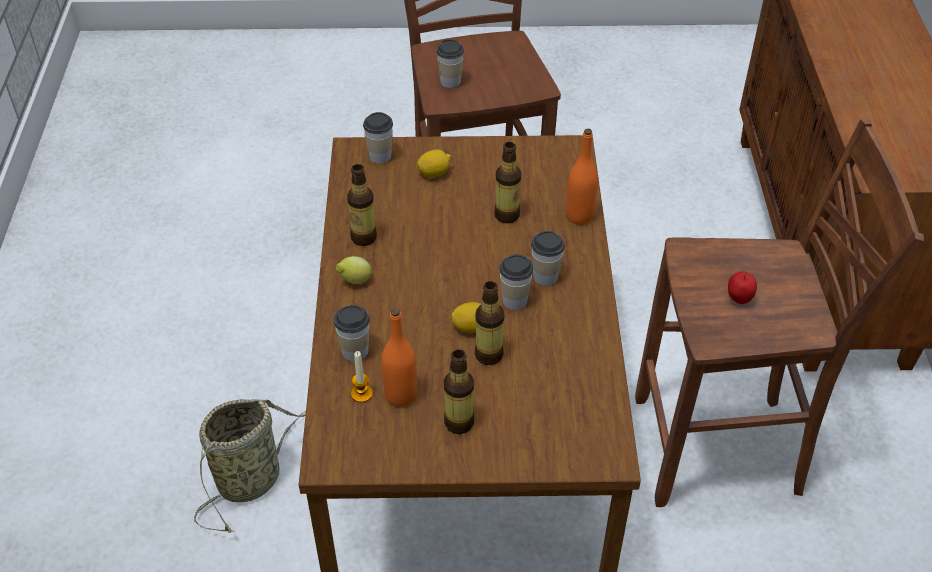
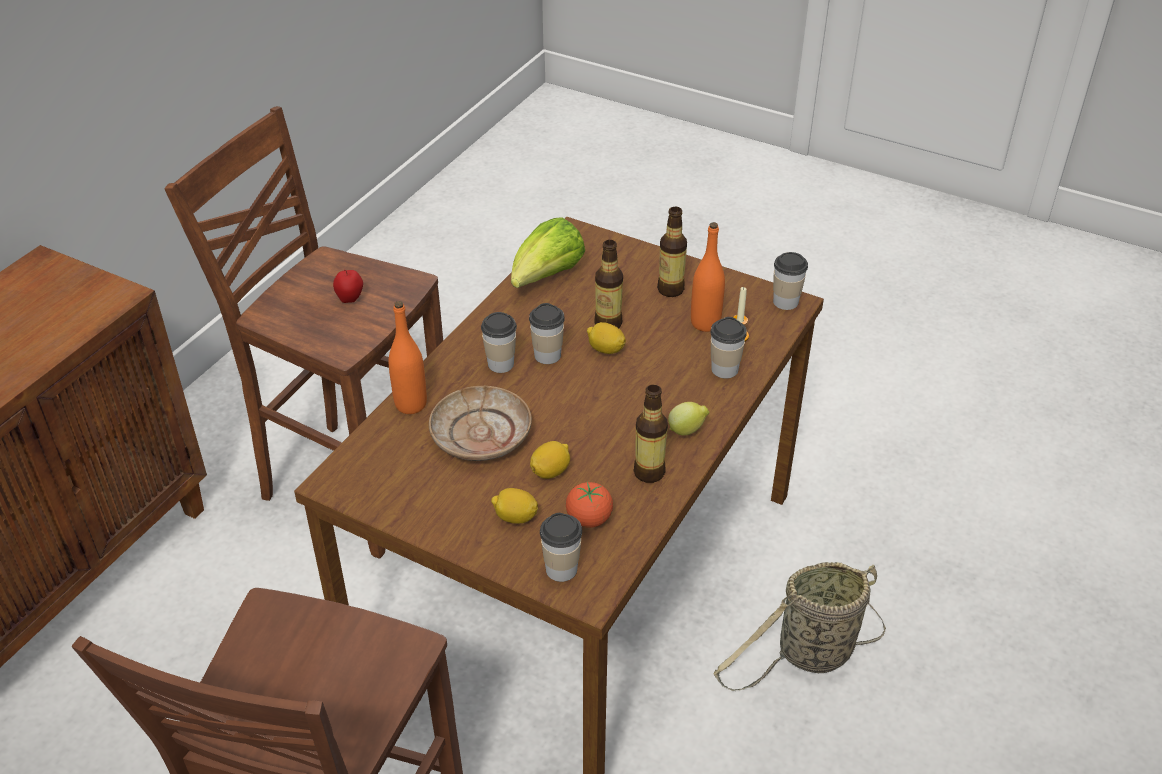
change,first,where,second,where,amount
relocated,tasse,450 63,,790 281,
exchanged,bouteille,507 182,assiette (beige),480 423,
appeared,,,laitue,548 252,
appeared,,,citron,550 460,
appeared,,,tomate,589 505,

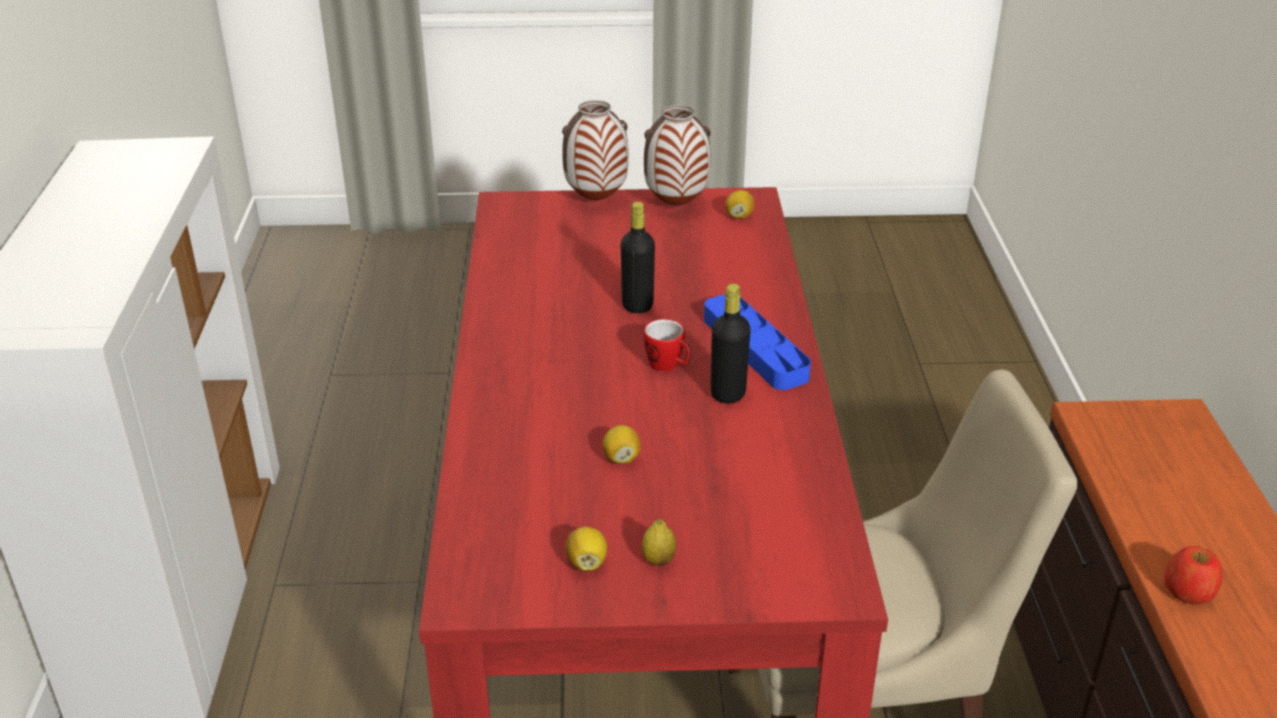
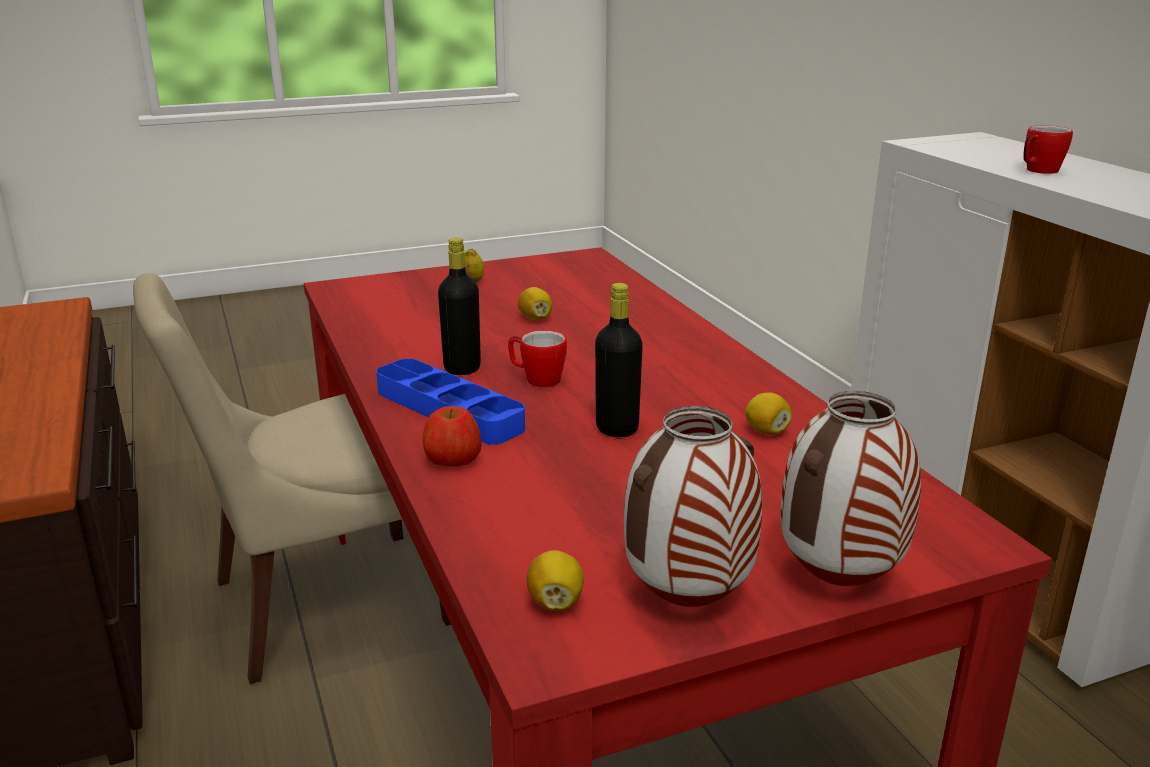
change,first,where,second,where,amount
relocated,citron,586 549,,768 414,
relocated,pomme,1193 575,,451 436,
appeared,,,mug,1048 149,

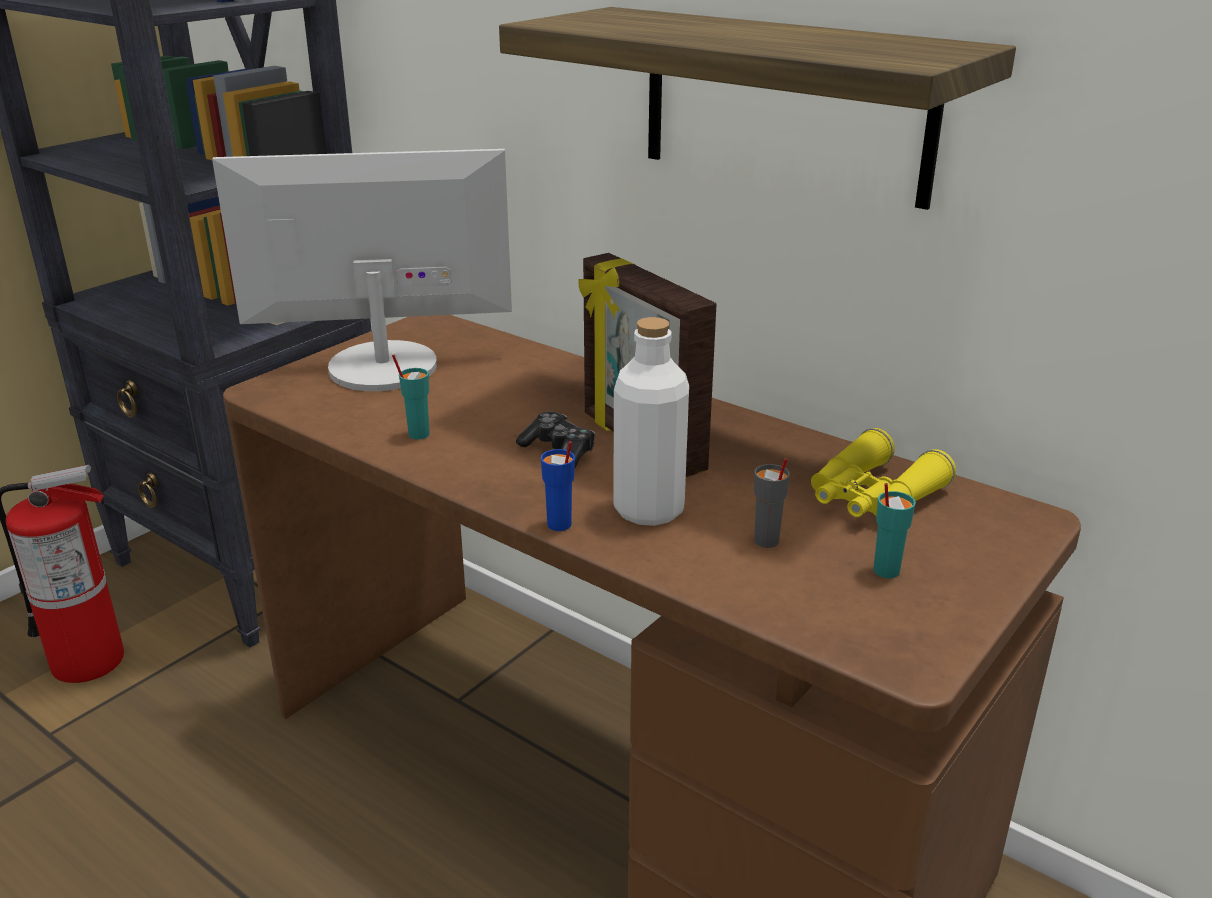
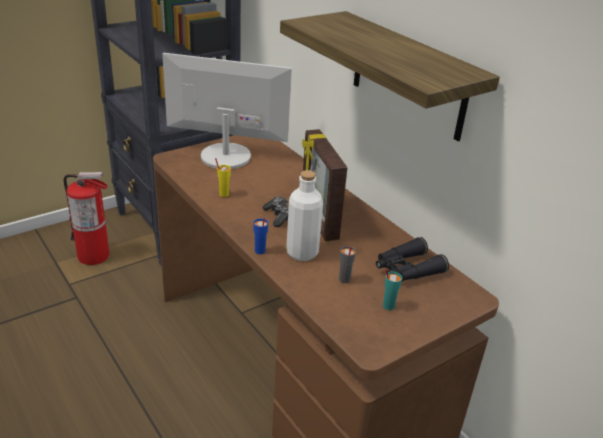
change,first,where,second,where,amount
colour,tasse (turquoise),411 397,tasse (jaune),223 177,
colour,jumelles (jaune),883 472,jumelles (noir),412 259,

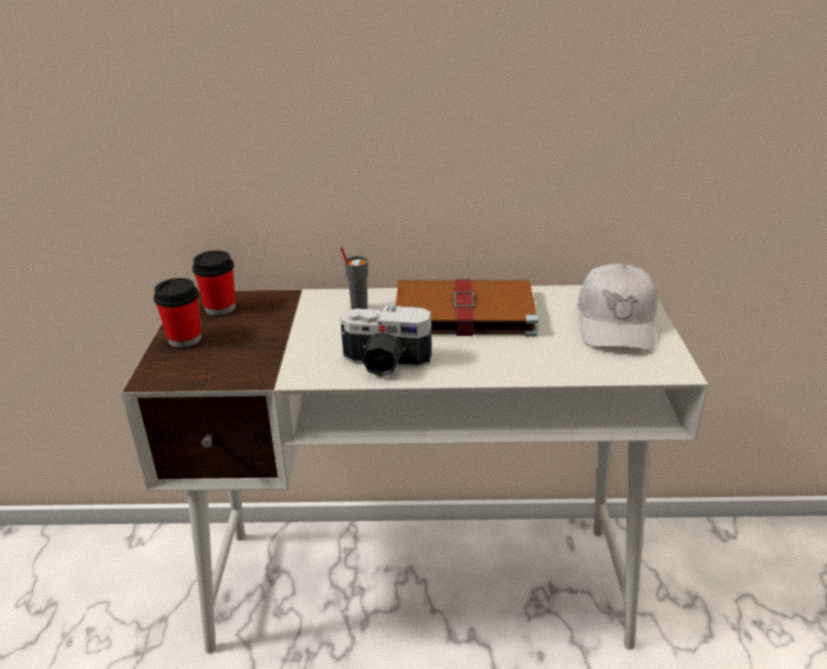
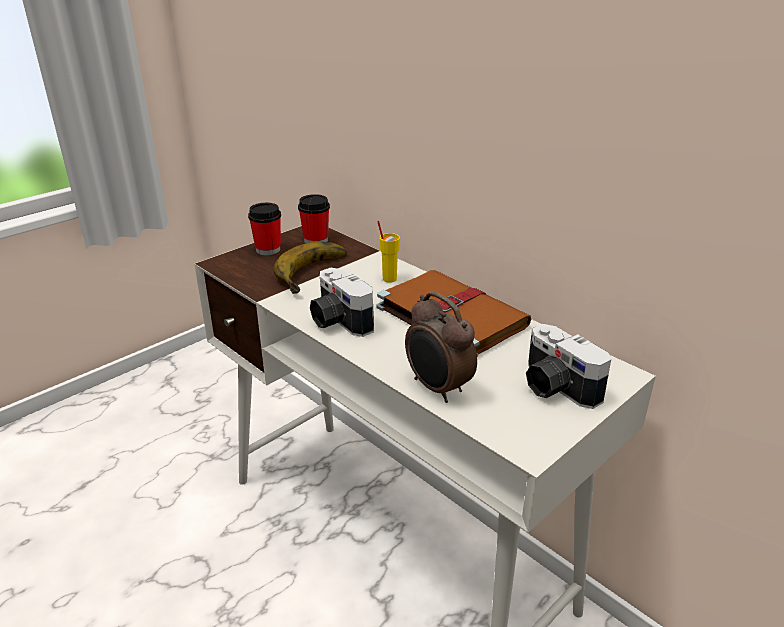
change,first,where,second,where,amount
colour,tasse (gris),354 278,tasse (jaune),388 252,
exchanged,casquette (blanc),617 307,appareil photo,568 366,
appeared,,,banane,310 268,
appeared,,,réveil,441 347,

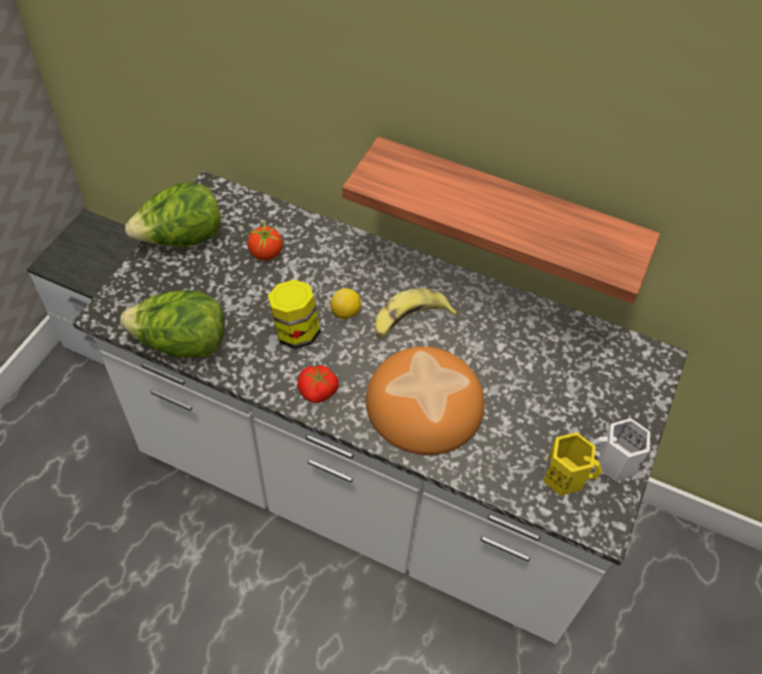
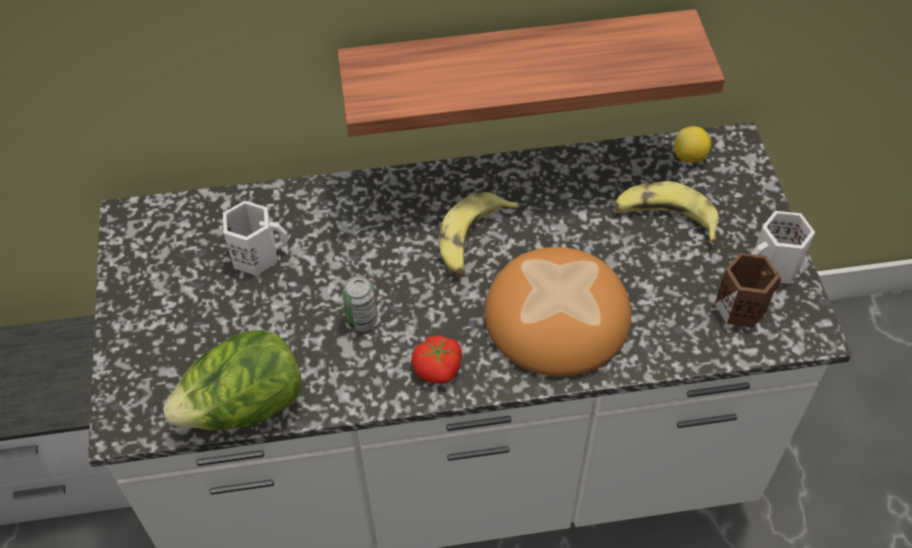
change,first,where,second,where,amount
missing,laitue,173 214,,,
exchanged,tomate,264 240,mug (blanc),255 238,
exchanged,bocal,294 314,boîte métallique,360 303,
relocated,citron,345 304,,692 144,
colour,mug (jaune),572 463,mug (marron),748 290,
appeared,,,banane,667 211,

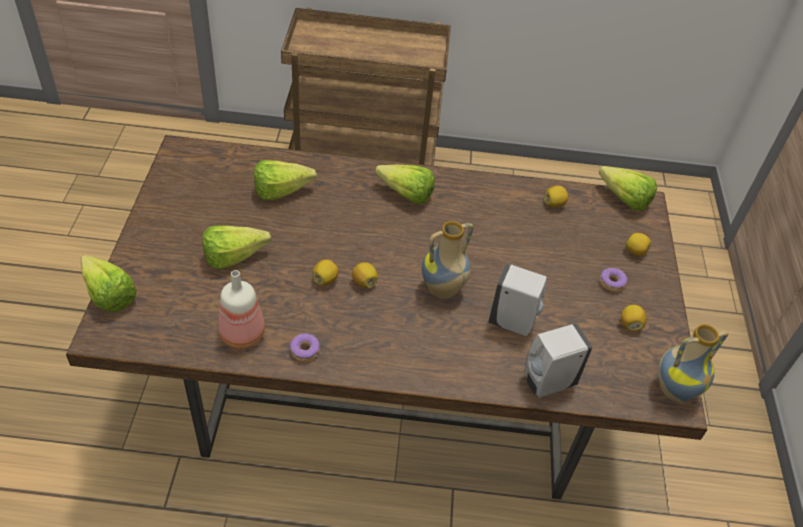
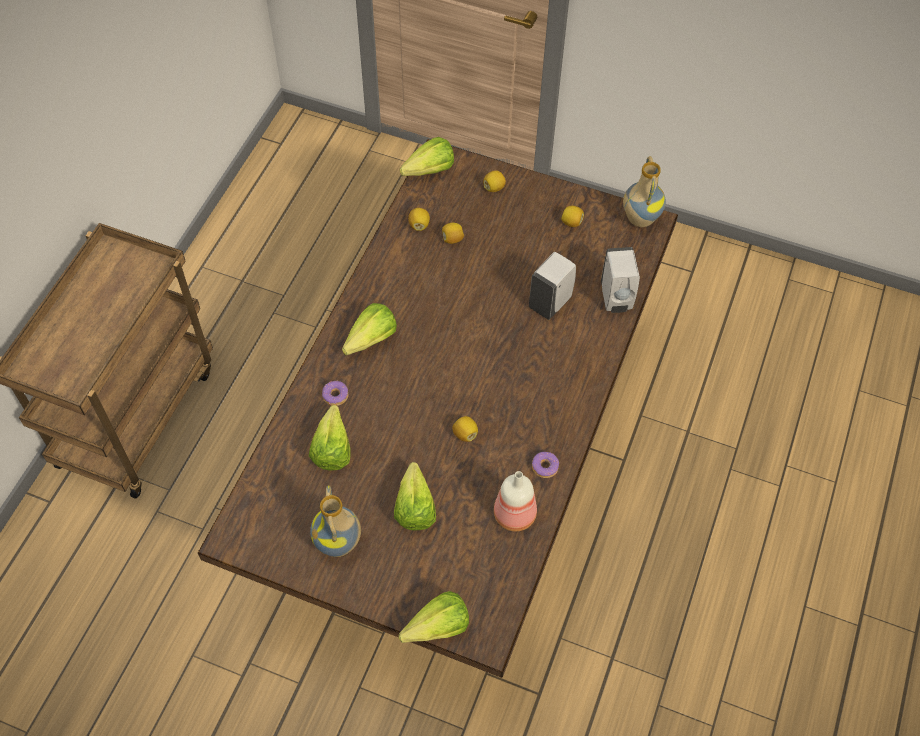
change,first,where,second,where,amount
relocated,vase,447 259,,335 521,
relocated,citron,365 275,,453 233,
relocated,beignet,614 280,,335 393,

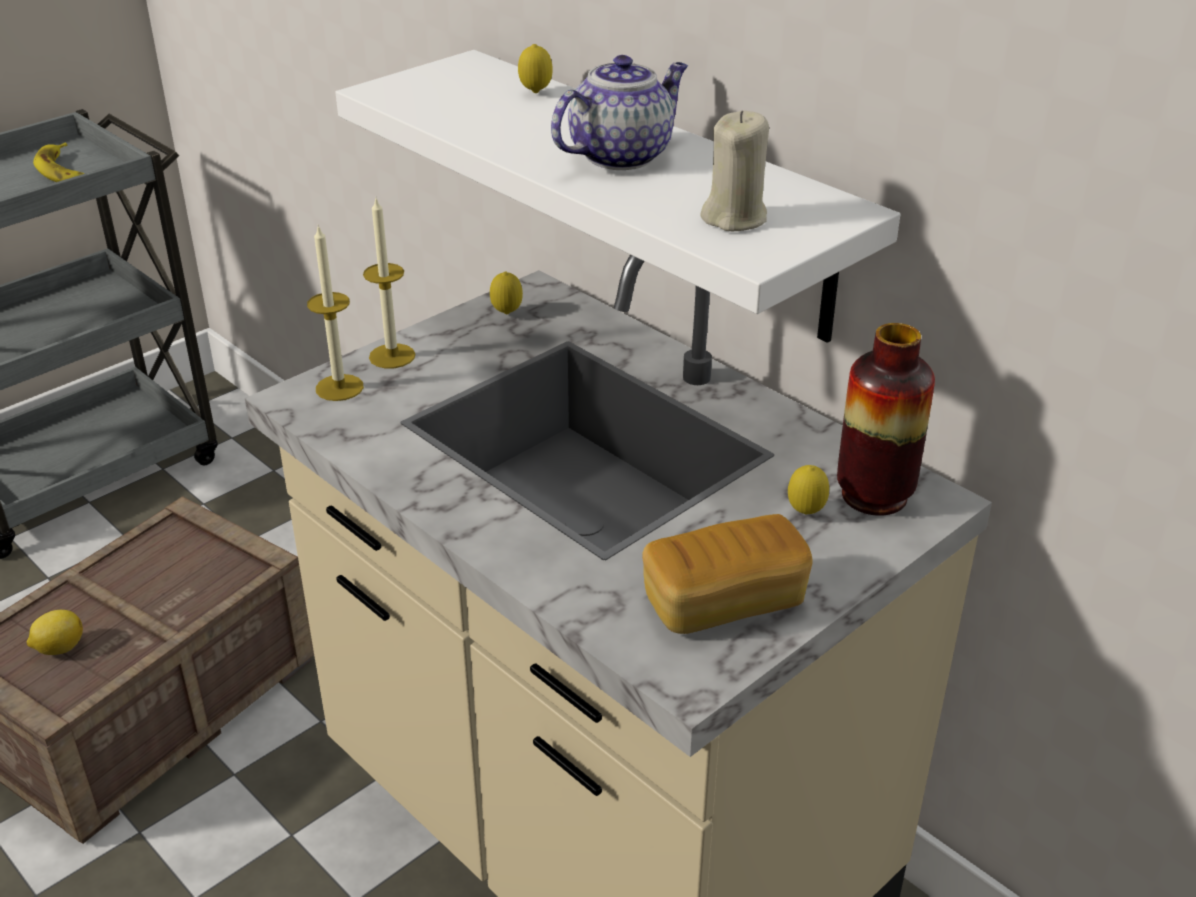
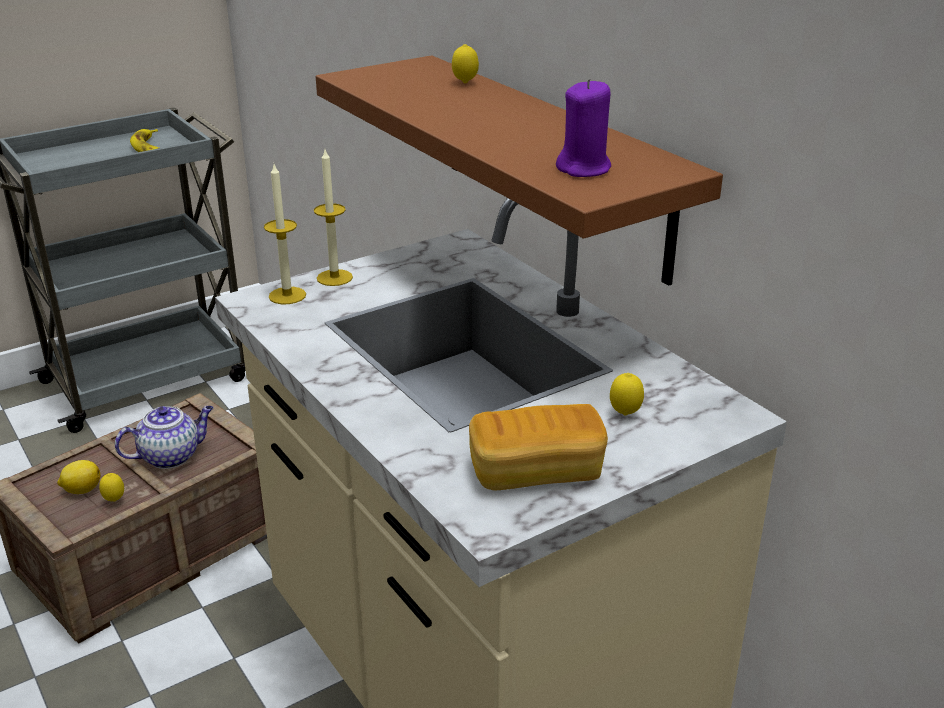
change,first,where,second,where,amount
colour,étagère (blanc),618 196,étagère (marron),519 170,
relocated,théière,619 112,,164 437,
colour,bougie (beige),734 171,bougie (violet),583 128,
relocated,citron,506 293,,111 487,
missing,vase,886 419,,,

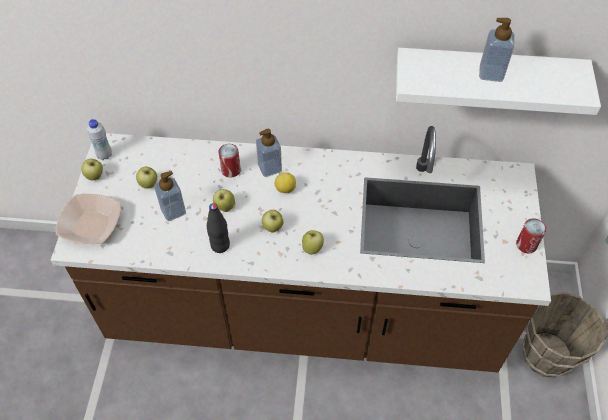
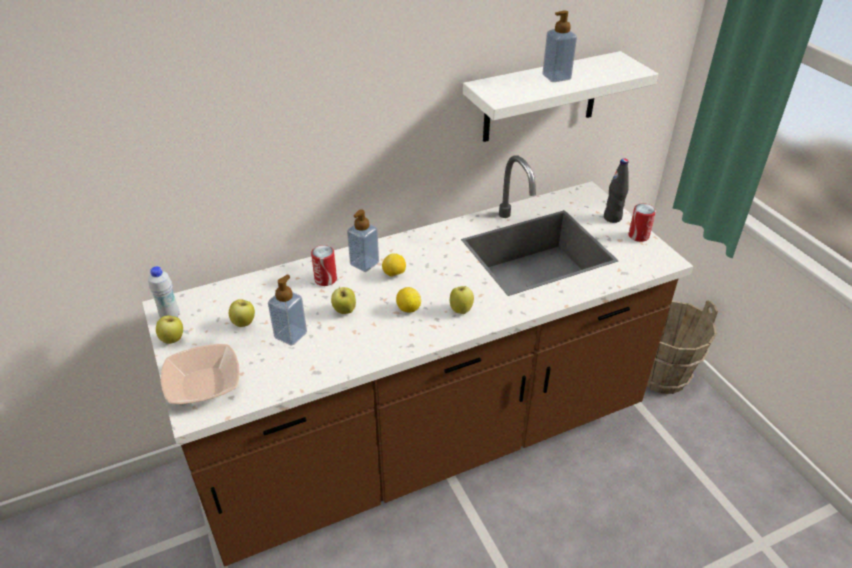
change,first,where,second,where,amount
relocated,bouteille (noir),218 228,,616 190,
exchanged,pomme,273 221,citron,408 300,

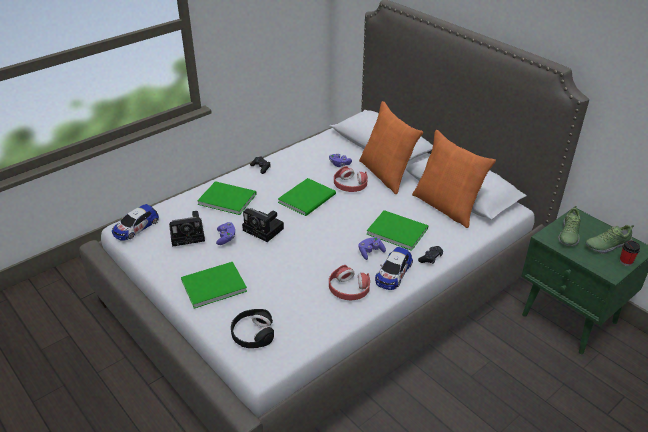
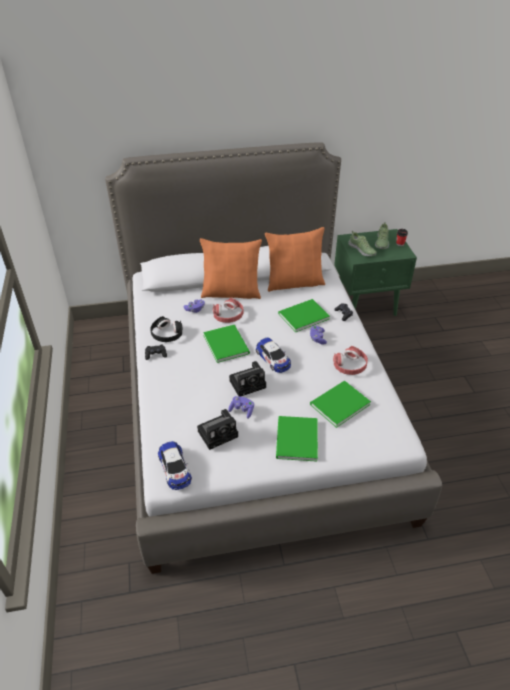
change,first,where,second,where,amount
relocated,livre (vert),227 198,,340 404,
spun,appareil photo,187 229,,217 429,45 degrees clockwise
relocated,petite voiture,394 268,,273 355,
relocated,casque audio (noir),252 328,,166 329,

